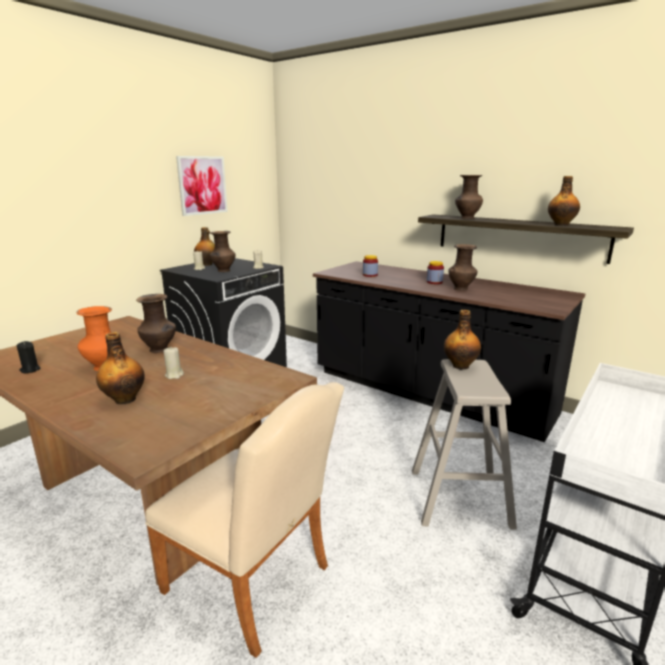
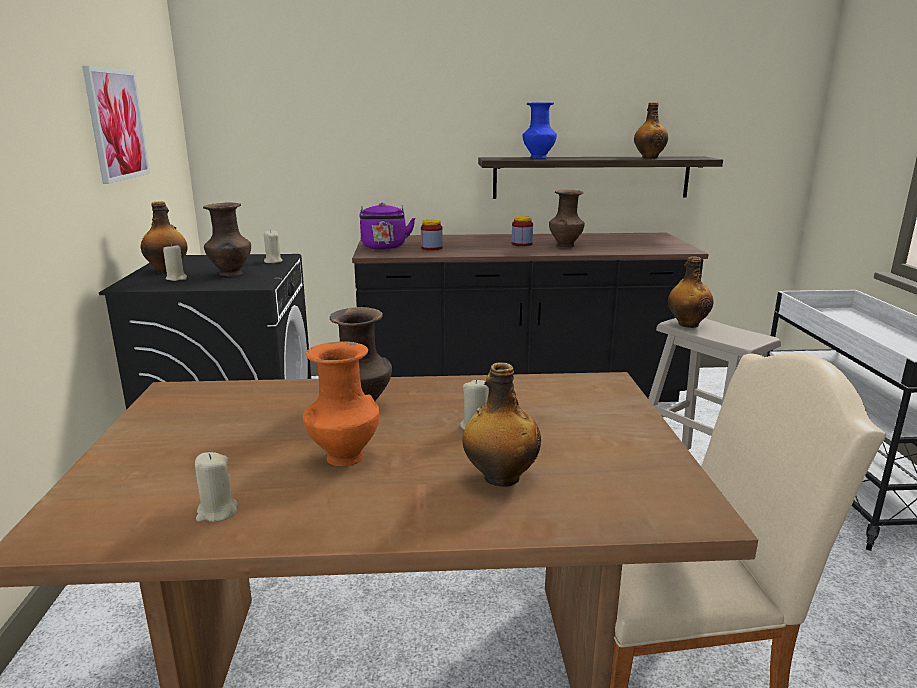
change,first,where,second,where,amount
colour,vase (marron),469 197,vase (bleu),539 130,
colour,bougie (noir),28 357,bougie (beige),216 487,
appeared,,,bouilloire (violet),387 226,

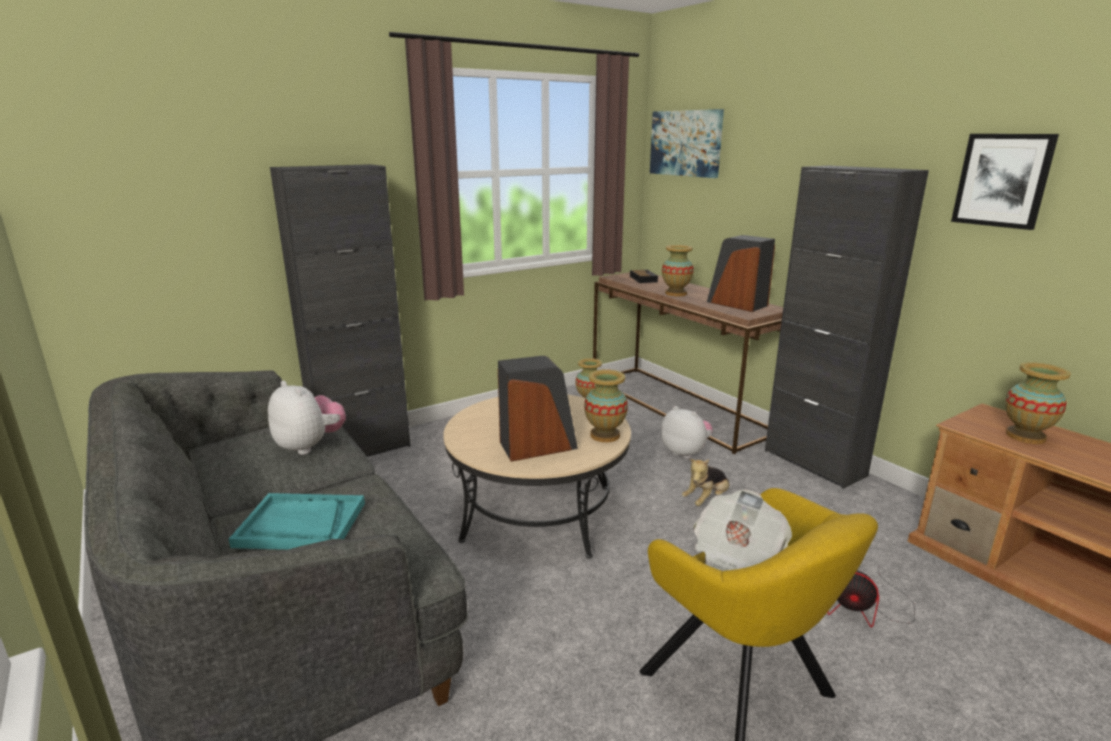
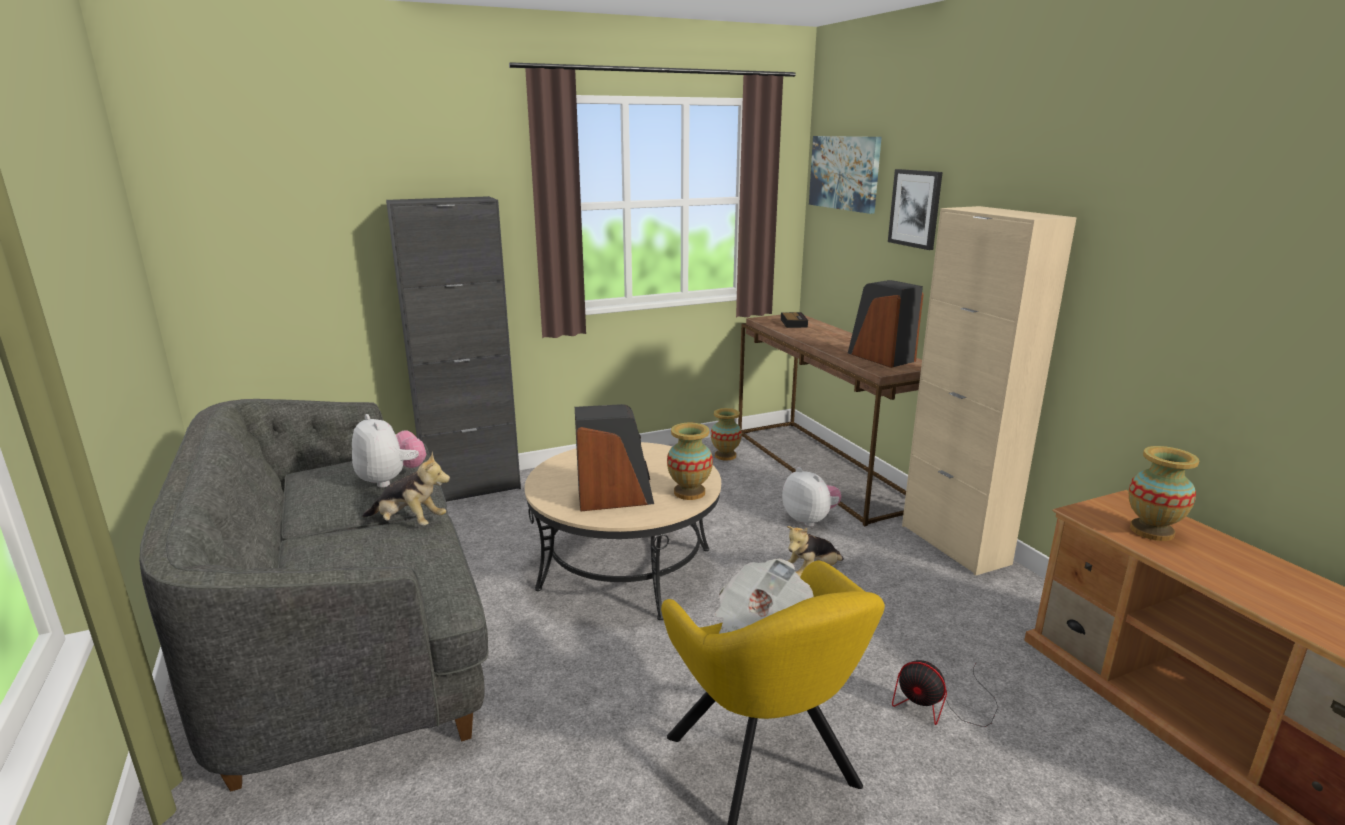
change,first,where,second,where,amount
relocated,tableau,1005 182,,915 209,
colour,meuble de rangement (noir),847 327,meuble de rangement (beige),989 391,
missing,vase,678 270,,,
missing,plateau (turquoise),297 521,,,
appeared,,,peluche,406 489,

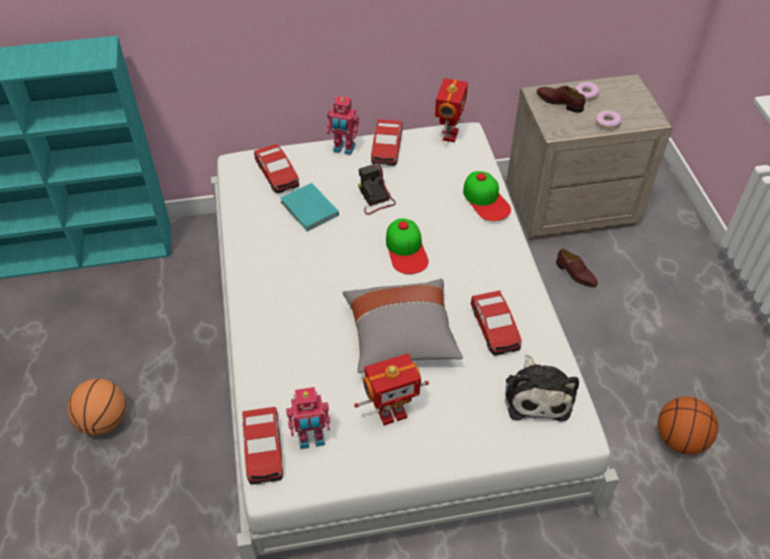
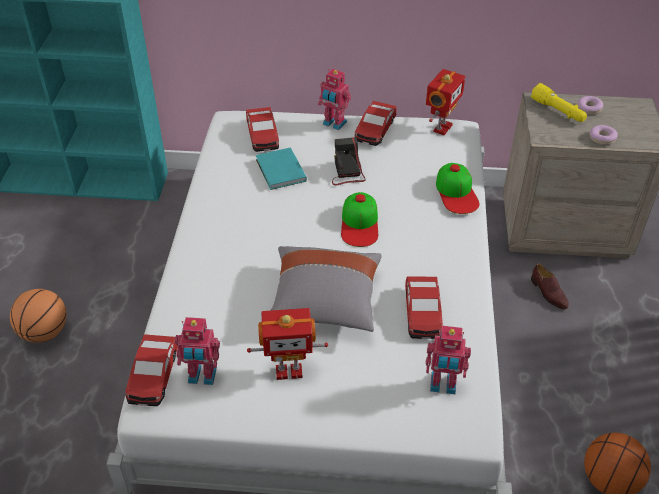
change,first,where,second,where,amount
exchanged,chaussure (marron),560 99,lampe de poche (jaune),559 102,
exchanged,peluche,542 388,robot jouet,448 360,

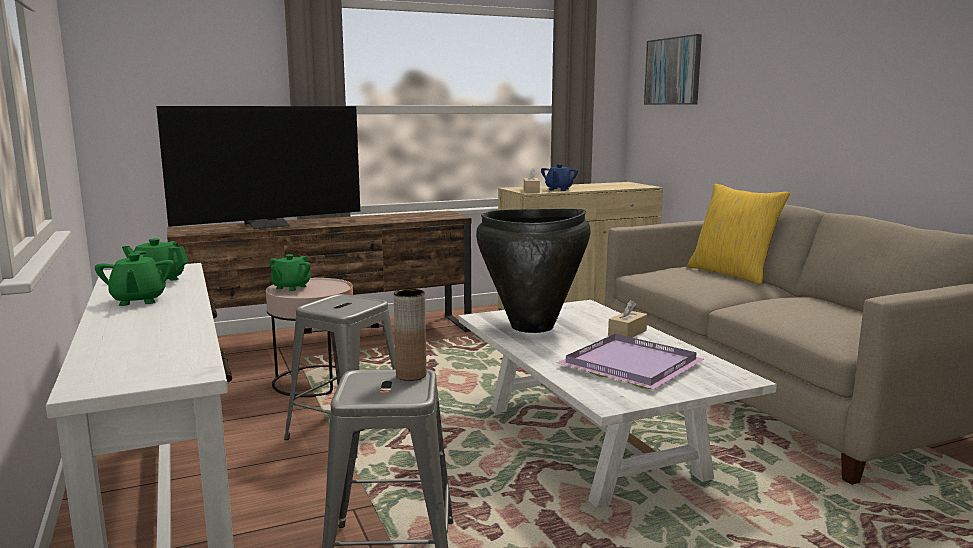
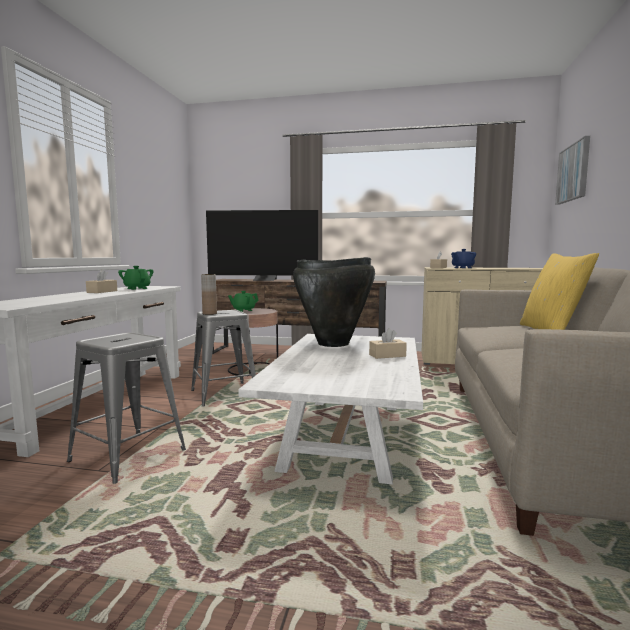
change,first,where,second,where,amount
exchanged,théière (vert),134 279,boîte à mouchoirs (beige),101 281,
relocated,vase (marron),410 335,,209 294,
missing,plateau (violet),630 361,,,

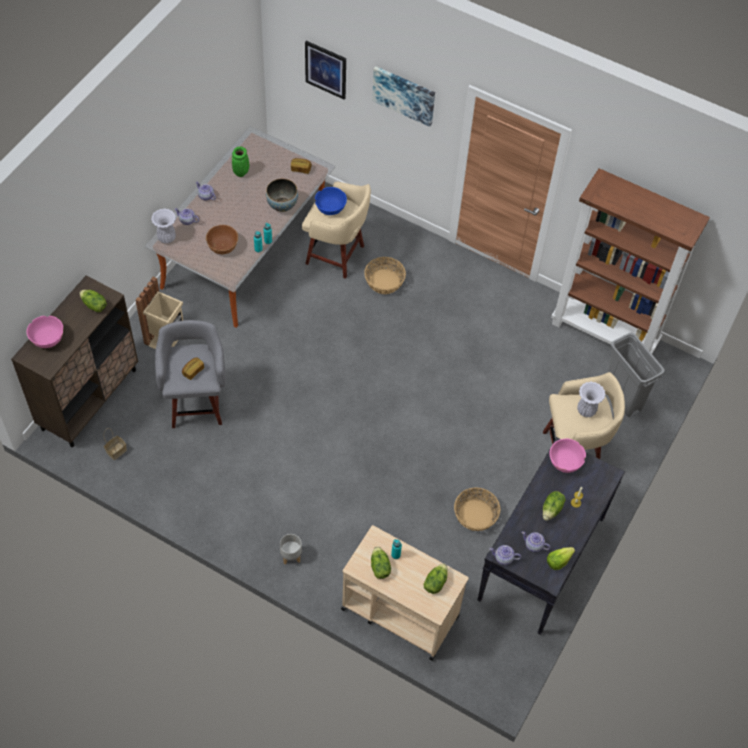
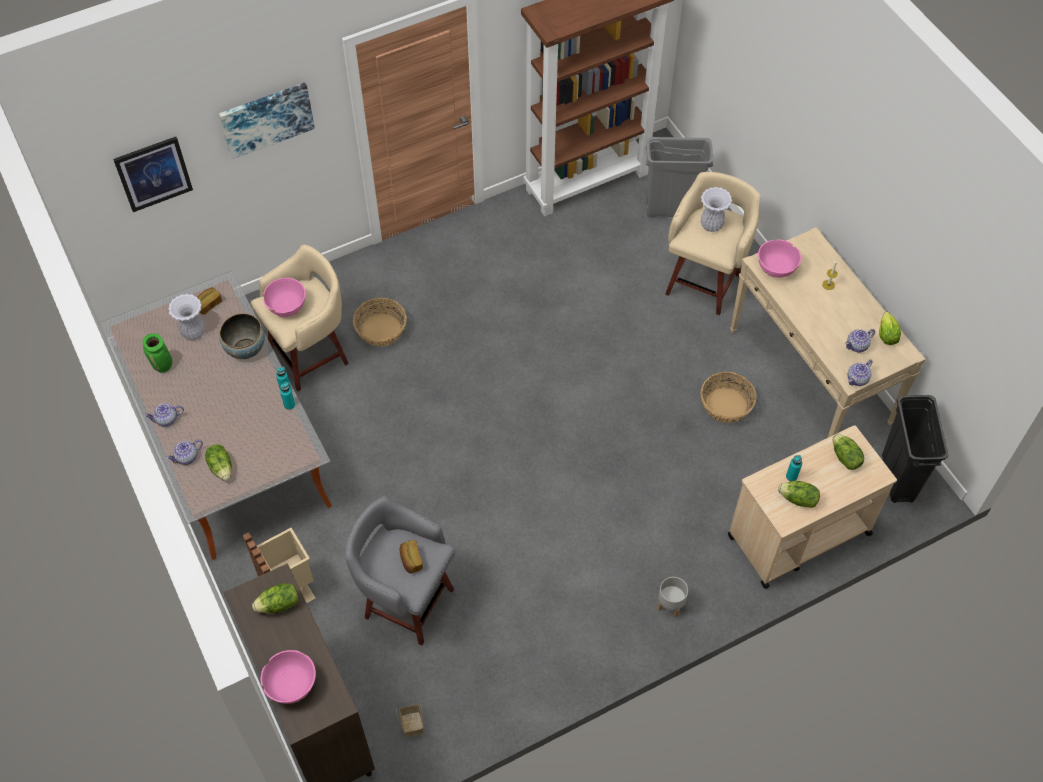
change,first,where,second,where,amount
colour,bol (bleu),331 201,bol (rose),284 297,
relocated,vase (blanc),163 226,,186 317,
missing,bol (marron),222 239,,,
colour,table console (noir),551 536,table console (beige),828 332,
relocated,laitue,554 506,,218 462,
appeared,,,poubelle (noir),915 449,

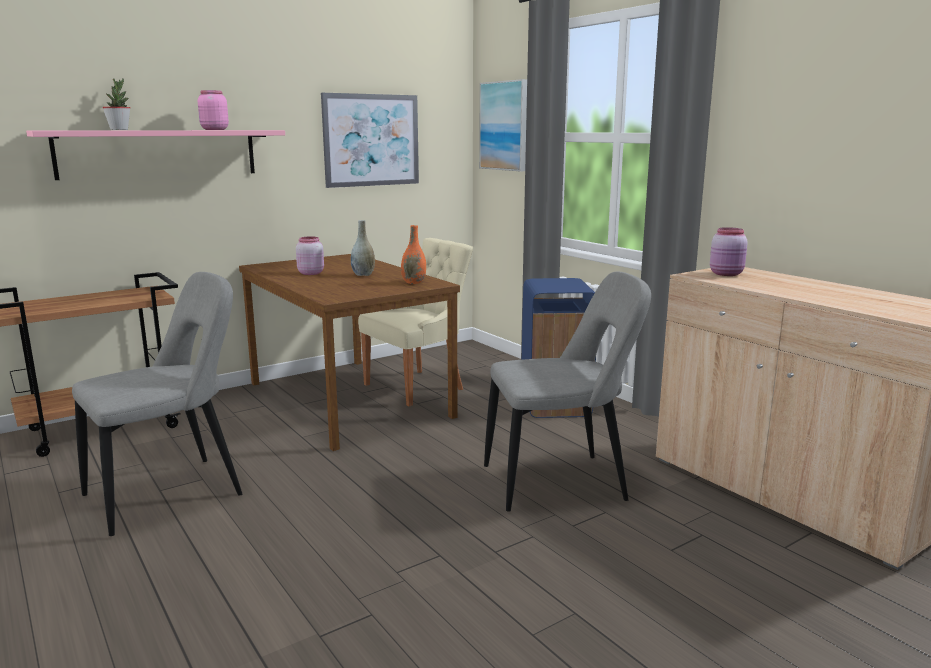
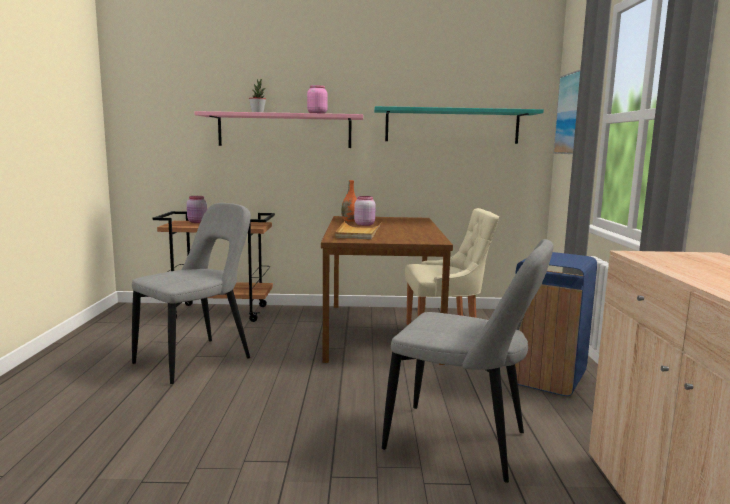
change,first,where,second,where,amount
exchanged,tableau,370 140,étagère (turquoise),459 125,
missing,vase (gris),363 248,,,
relocated,vase (orange),413 254,,349 201,
relocated,bocal (rose),729 251,,197 209,
spun,chaise (gris),157 404,,191 293,45 degrees counterclockwise
appeared,,,plateau (beige),358 230,

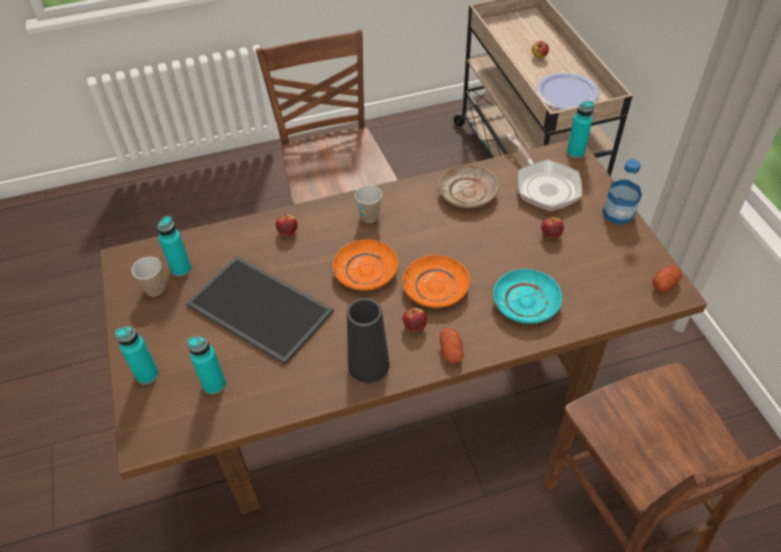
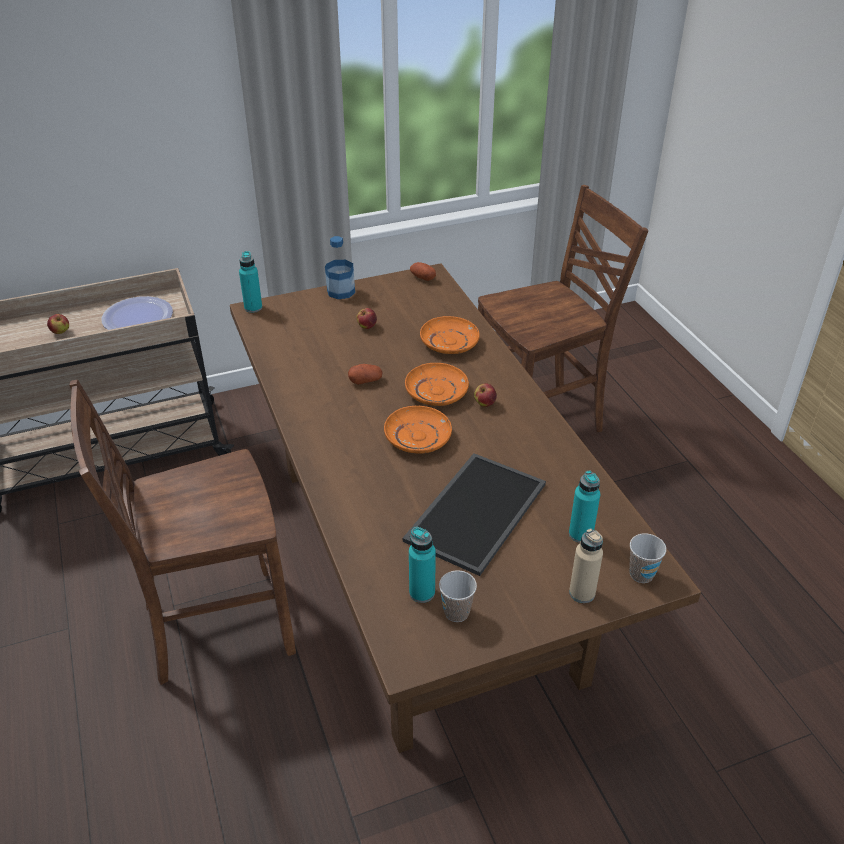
change,first,where,second,where,amount
missing,poêle,544 172,,,
missing,assiette (beige),469 186,,,
relocated,tasse,368 204,,647 558,
missing,pomme,287 225,,,
colour,assiette (turquoise),527 296,assiette (orange),450 335,
missing,vase (noir),368 340,,,
colour,bouteille (turquoise),137 355,bouteille (beige),586 565,
relocated,pomme de terre,452 345,,365 374,

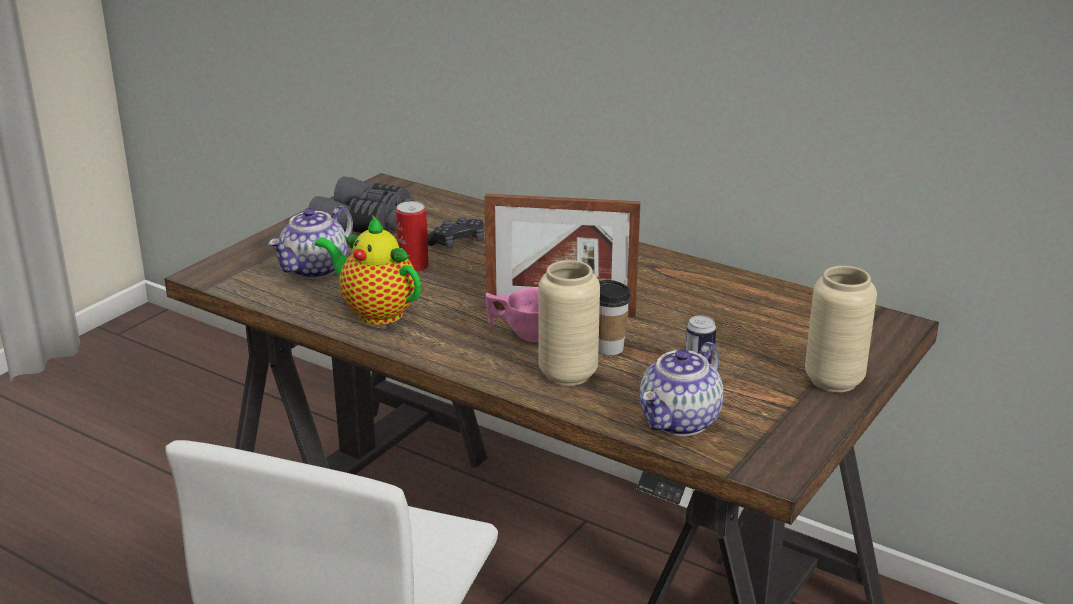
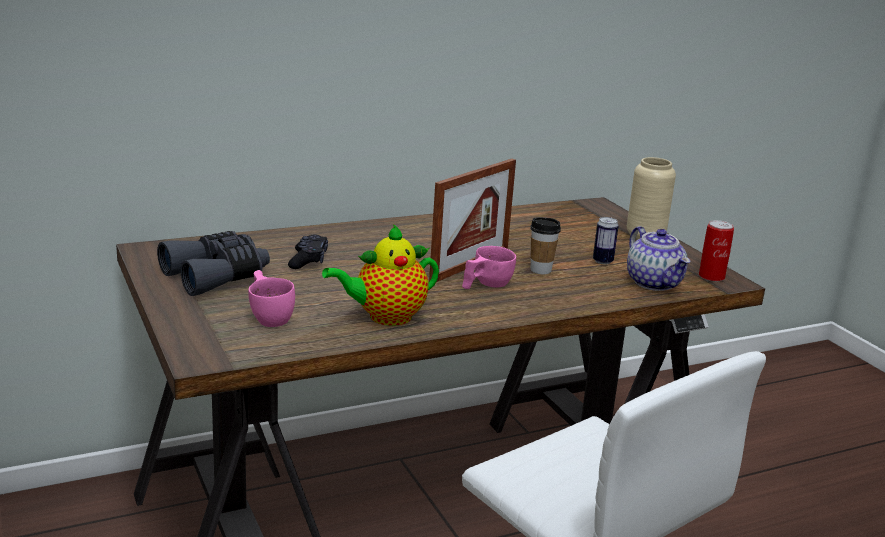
change,first,where,second,where,amount
relocated,boîte métallique,412 236,,716 251,
exchanged,théière,310 242,tasse (rose),271 298,
missing,vase (beige),569 323,,,

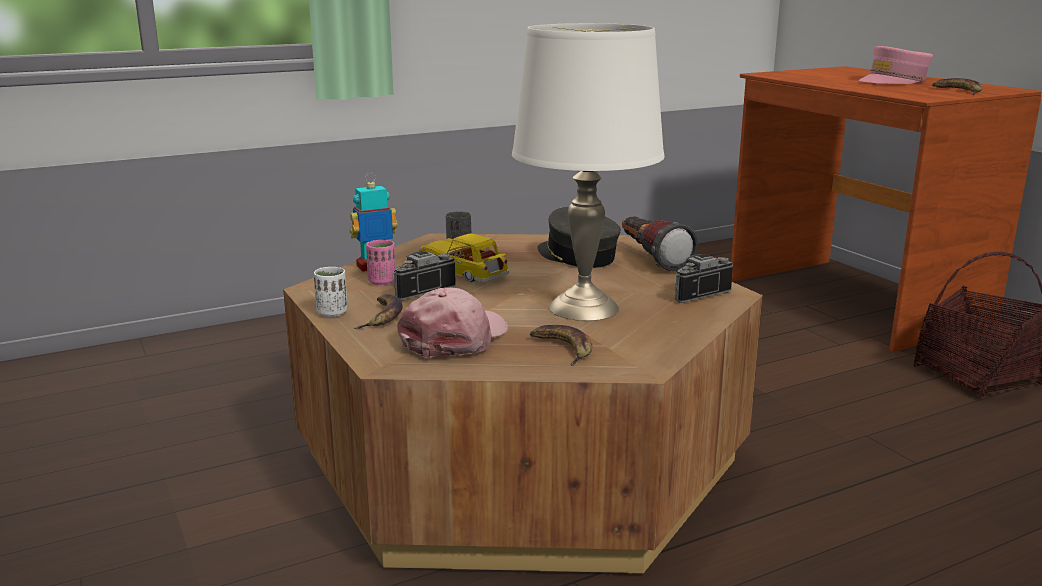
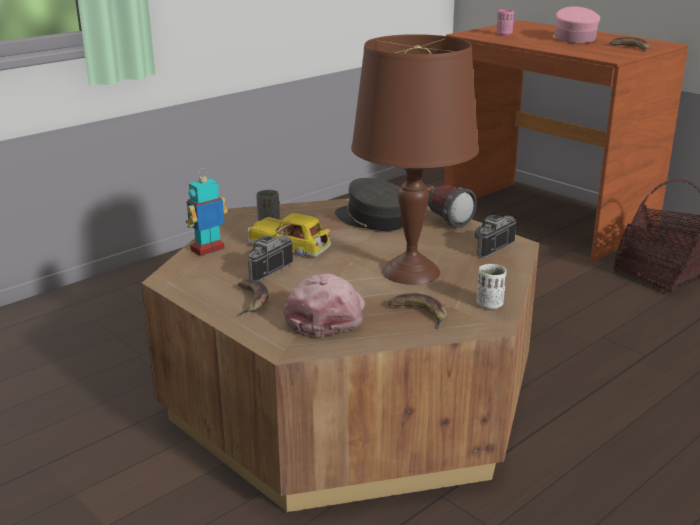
change,first,where,second,where,amount
colour,lampe de table (blanc),588 172,lampe de table (marron),415 159,
spun,casquette (rose),895 65,,576 24,135 degrees clockwise
relocated,tasse (rose),381 262,,505 22,
relocated,tasse (blanc),330 291,,492 286,

